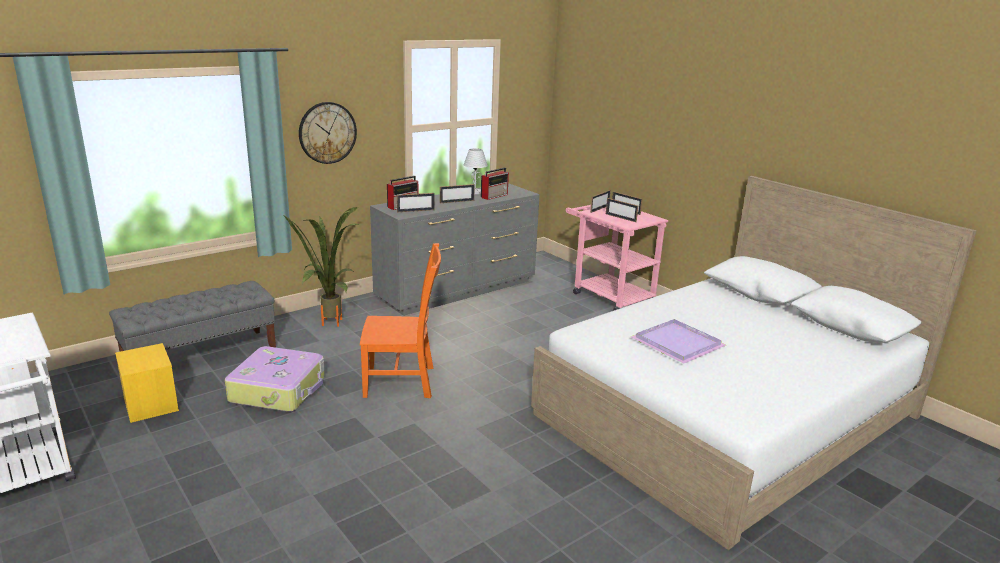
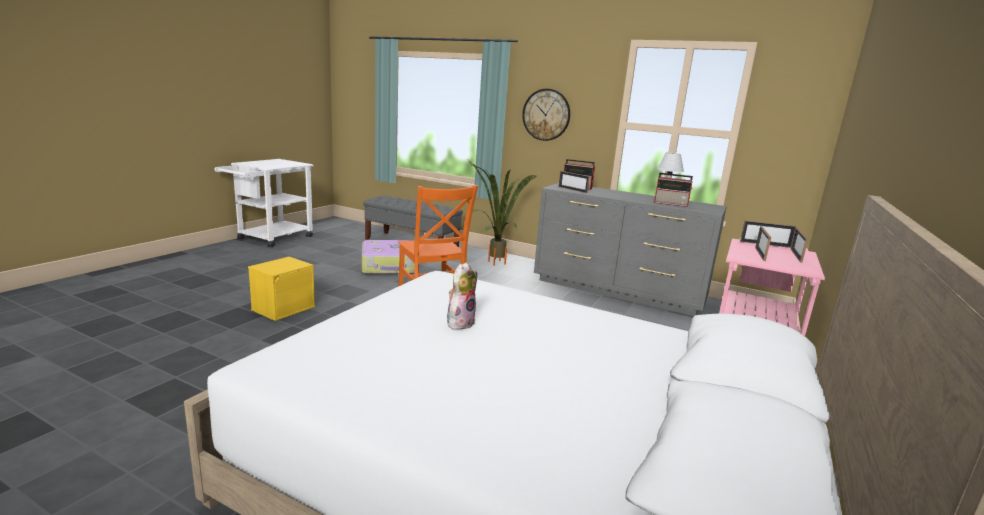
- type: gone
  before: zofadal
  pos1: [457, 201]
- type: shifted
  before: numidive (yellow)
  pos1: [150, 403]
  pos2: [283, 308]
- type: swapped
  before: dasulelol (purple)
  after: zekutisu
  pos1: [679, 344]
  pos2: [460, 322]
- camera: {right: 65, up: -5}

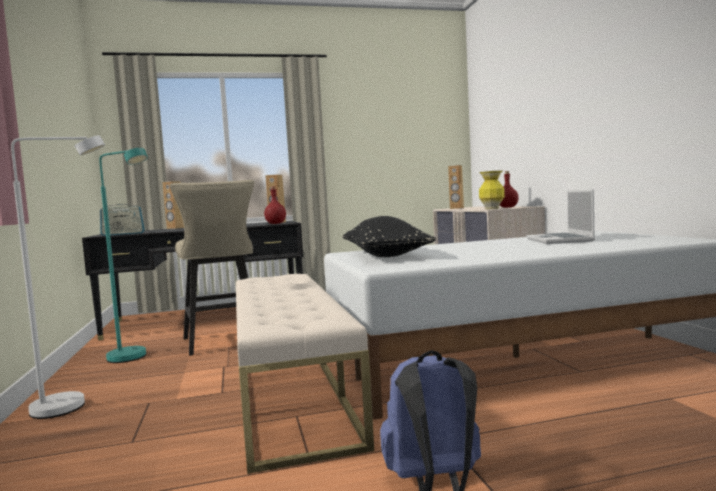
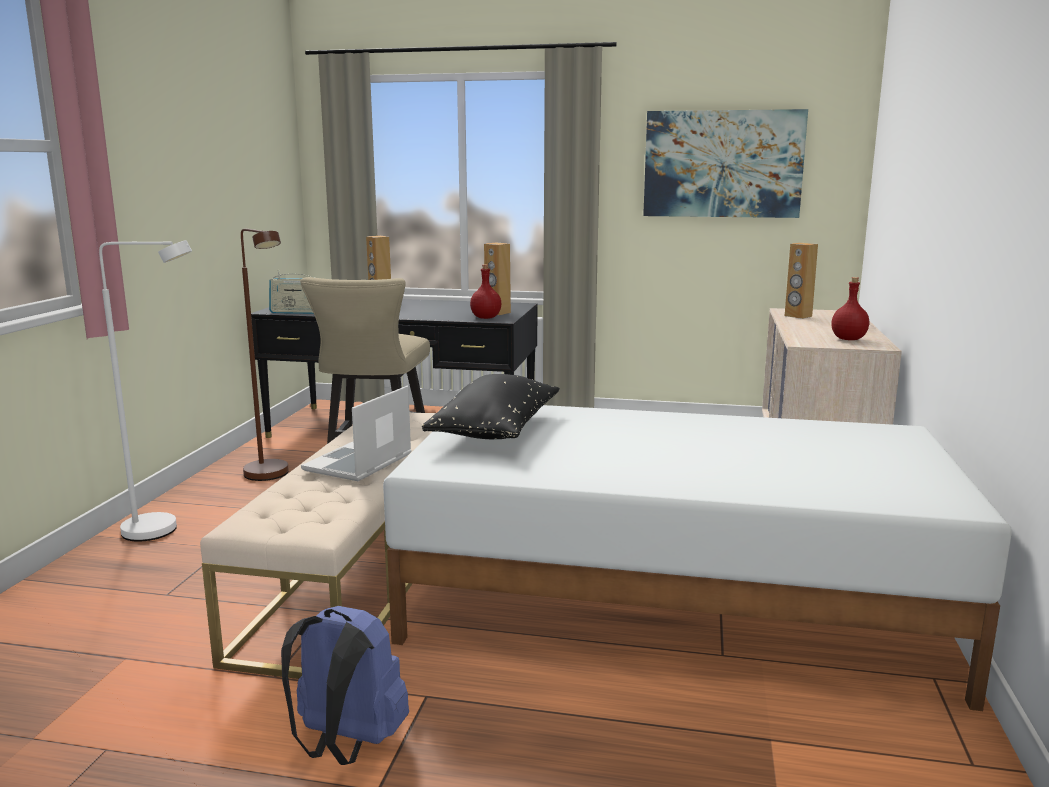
- type: gone
  before: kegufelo
  pos1: [492, 209]
- type: new
  after: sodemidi
  pos2: [722, 164]
- type: shifted
  before: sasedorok
  pos1: [560, 240]
  pos2: [359, 463]
- type: repainted
  before: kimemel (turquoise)
  after: kimemel (brown)
  pos1: [134, 358]
  pos2: [271, 476]
- camera: {right: 25, up: 10}

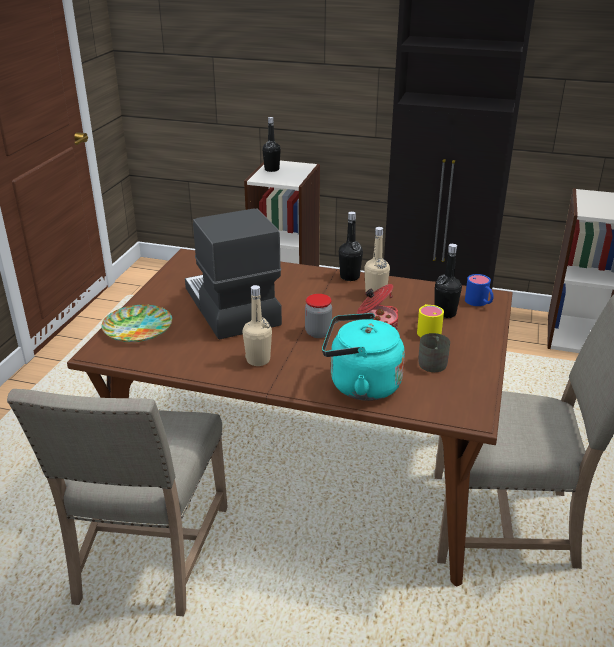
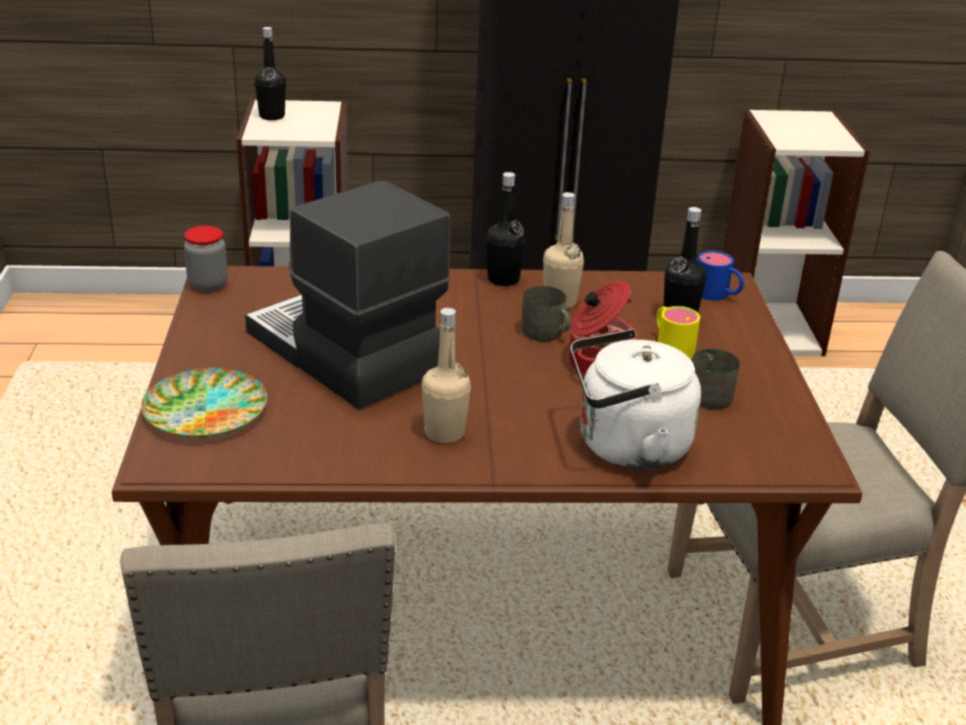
- type: new
  after: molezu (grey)
  pos2: [546, 334]
- type: shifted
  before: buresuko
  pos1: [318, 333]
  pos2: [208, 285]
- type: repainted
  before: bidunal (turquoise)
  after: bidunal (white)
  pos1: [360, 385]
  pos2: [626, 447]
- camera: {right: -20, up: 0}

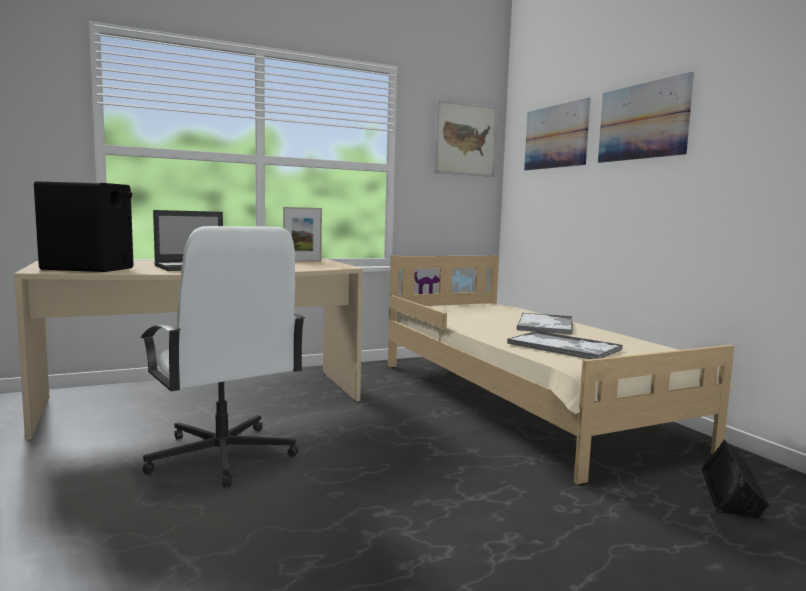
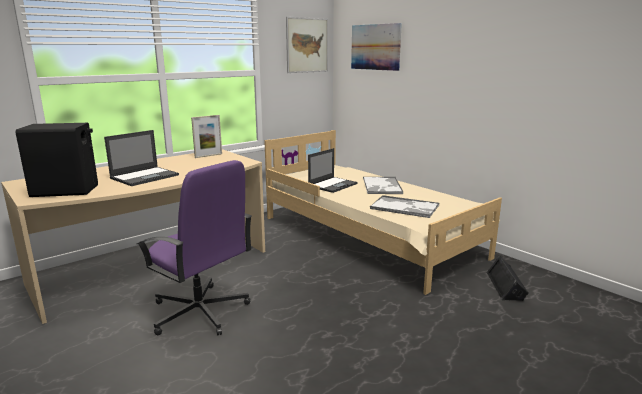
- type: gone
  before: sodemidi
  pos1: [642, 121]
- type: new
  after: sasedorok
  pos2: [333, 185]
- type: repainted
  before: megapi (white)
  after: megapi (purple)
  pos1: [222, 456]
  pos2: [200, 312]
- camera: {right: -15, up: 10}

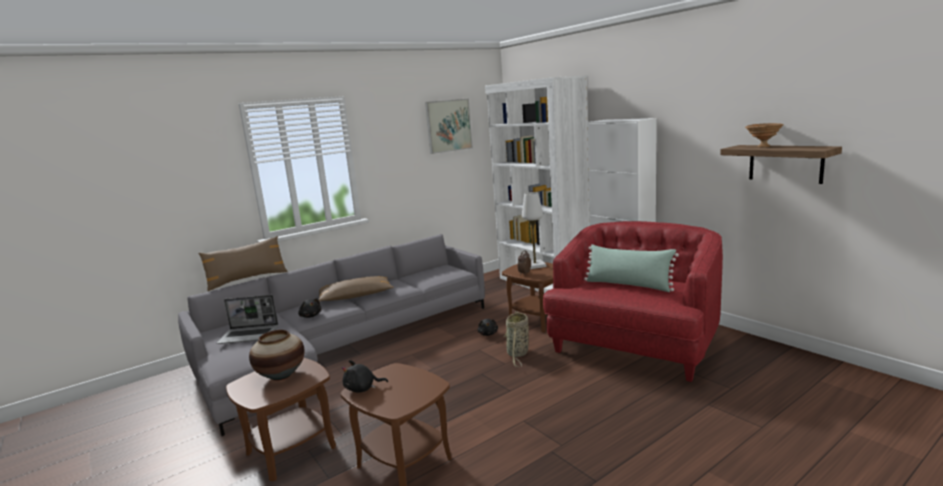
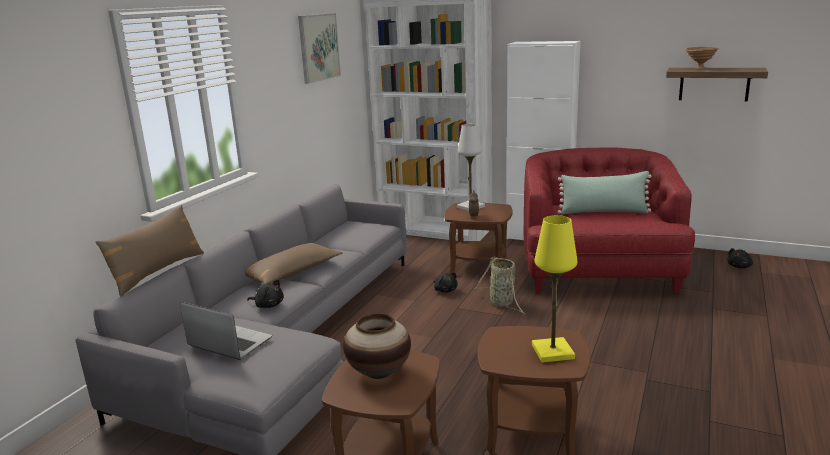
- type: new
  after: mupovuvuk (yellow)
  pos2: [553, 352]
- type: shifted
  before: zekutisu (black)
  pos1: [362, 389]
  pos2: [739, 266]
- type: rotated
  before: sasedorok
  pos1: [250, 335]
  pos2: [228, 343]
  turn: -120
- camera: {right: -30, up: 5}

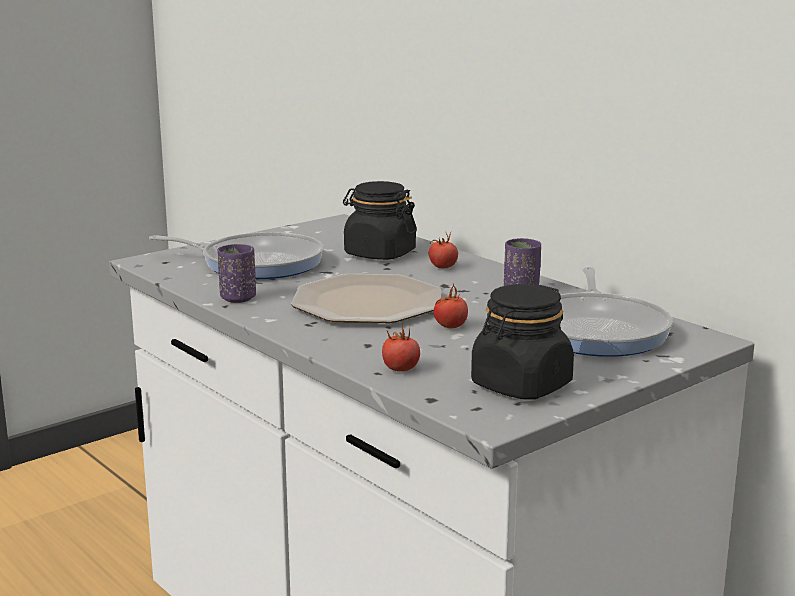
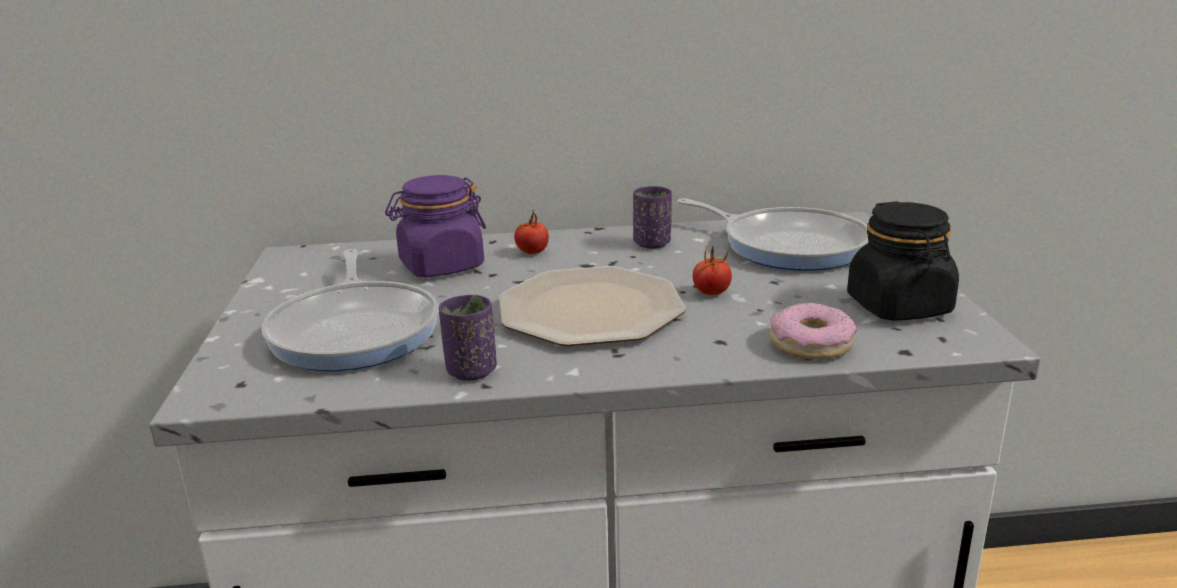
- type: swapped
  before: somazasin
  after: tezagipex
  pos1: [401, 369]
  pos2: [810, 344]
- type: repainted
  before: buresuko (black)
  after: buresuko (purple)
  pos1: [379, 254]
  pos2: [441, 266]
- type: rotated
  before: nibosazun
  pos1: [256, 263]
  pos2: [356, 331]
  turn: 120
- camera: {right: -55, up: 5}

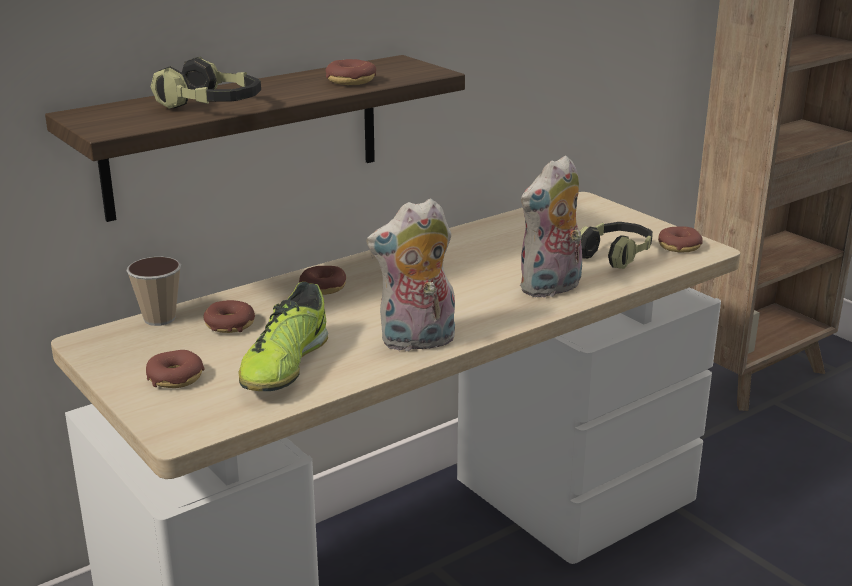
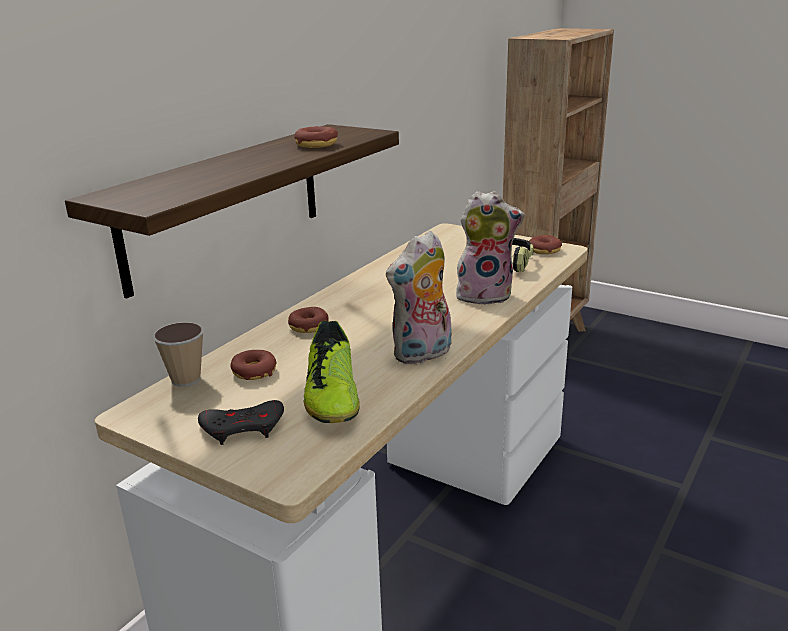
- type: gone
  before: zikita
  pos1: [212, 106]
- type: swapped
  before: tezagipex
  after: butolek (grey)
  pos1: [175, 378]
  pos2: [243, 428]
- type: rotated
  before: zekutisu
  pos1: [551, 288]
  pos2: [485, 295]
  turn: -120
- camera: {right: -20, up: 0}

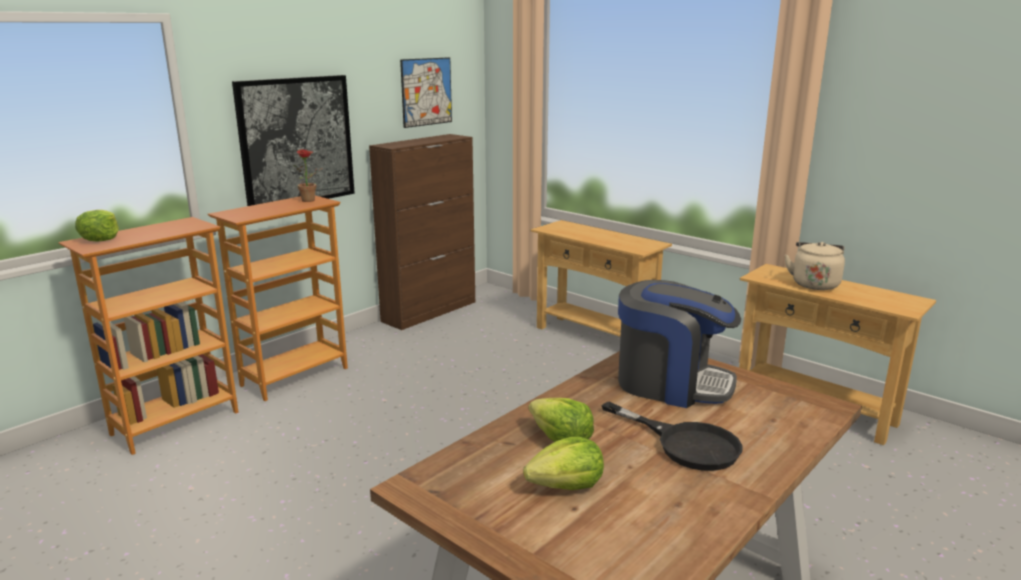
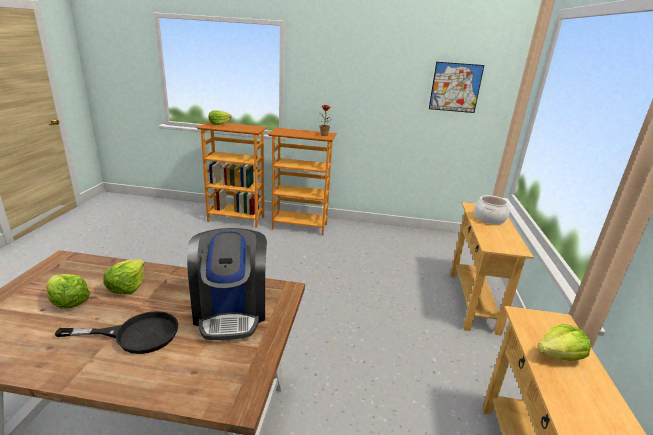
- type: gone
  before: sodemidi
  pos1: [296, 141]
- type: gone
  before: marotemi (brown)
  pos1: [430, 311]
- type: new
  after: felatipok
  pos2: [489, 218]
- type: swapped
  before: bidunal (beige)
  after: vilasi
  pos1: [814, 284]
  pos2: [559, 355]
- type: rotated
  before: nibosazun (black)
  pos1: [685, 443]
  pos2: [136, 334]
  turn: -105
- camera: {right: 55, up: 5}

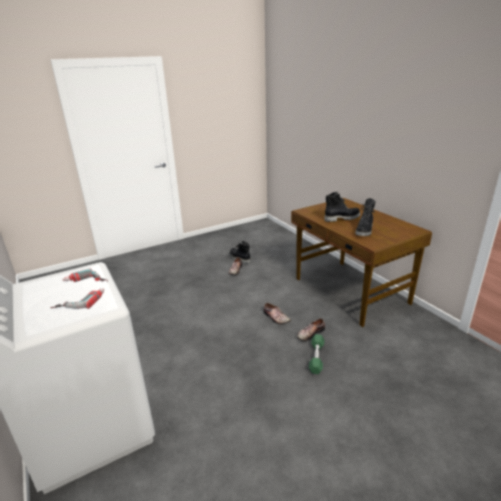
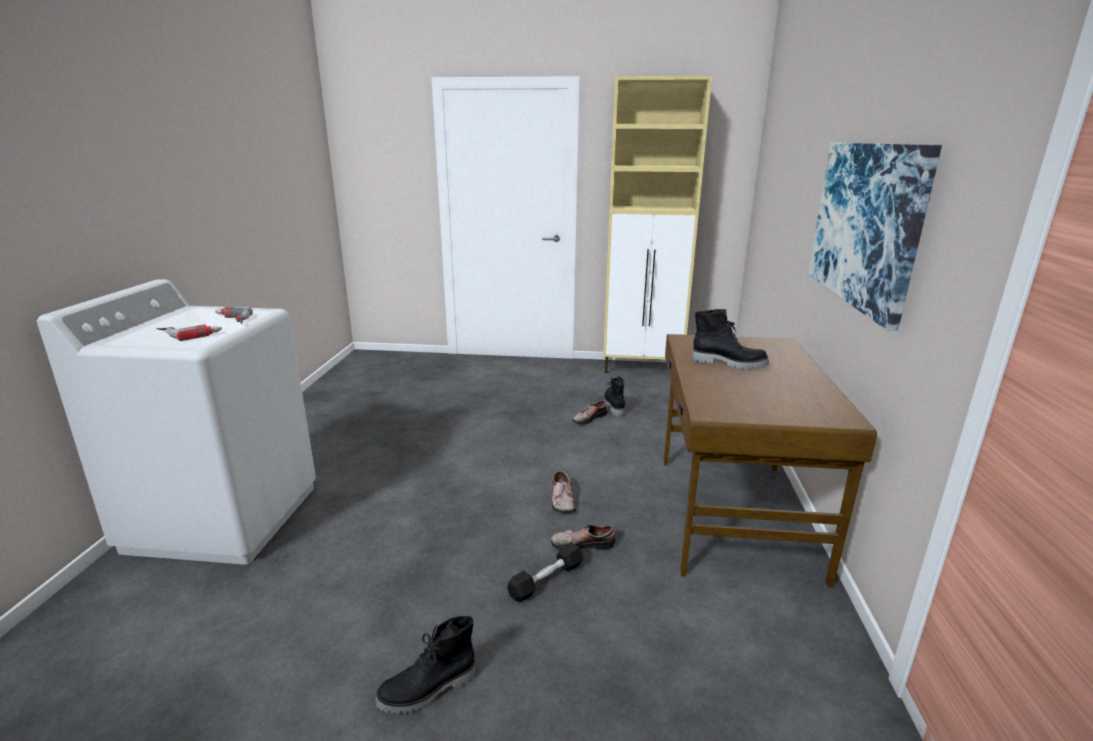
- type: new
  after: marotemi (beige)
  pos2: [642, 369]
- type: new
  after: sodemidi
  pos2: [865, 224]
- type: shifted
  before: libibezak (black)
  pos1: [365, 231]
  pos2: [428, 691]
- type: repainted
  before: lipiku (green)
  after: lipiku (black)
  pos1: [316, 358]
  pos2: [546, 580]
- camera: {right: 35, up: -5}

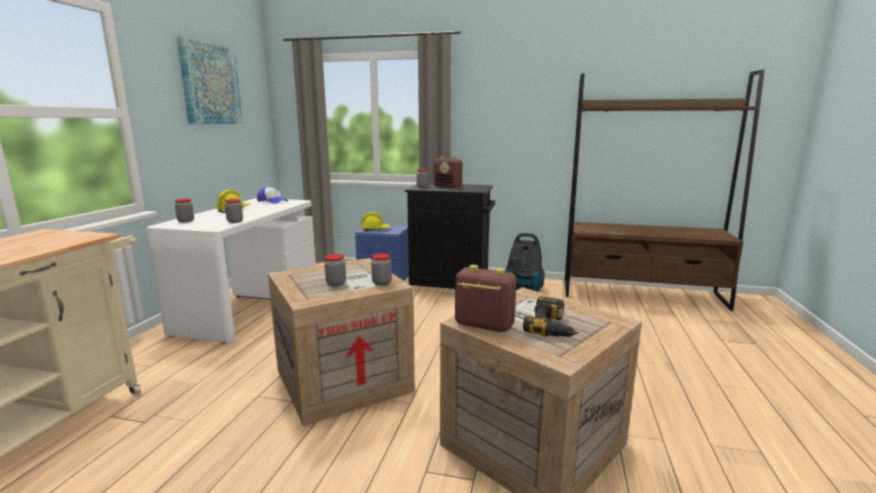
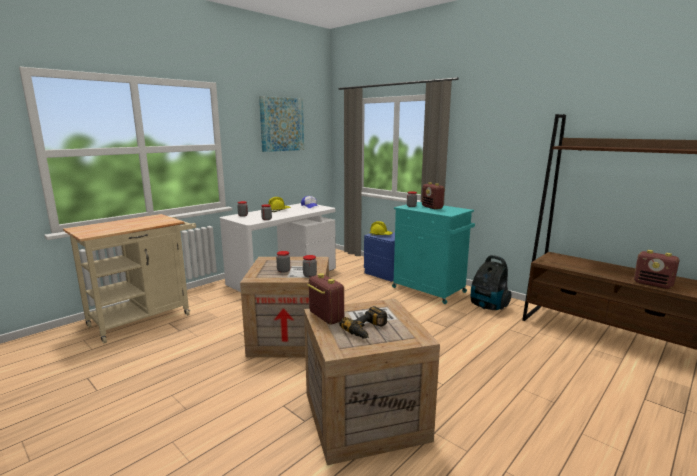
- type: new
  after: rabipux
  pos2: [653, 284]
- type: repainted
  before: marotemi (black)
  after: marotemi (turquoise)
  pos1: [451, 286]
  pos2: [430, 290]
- camera: {right: 30, up: 0}

